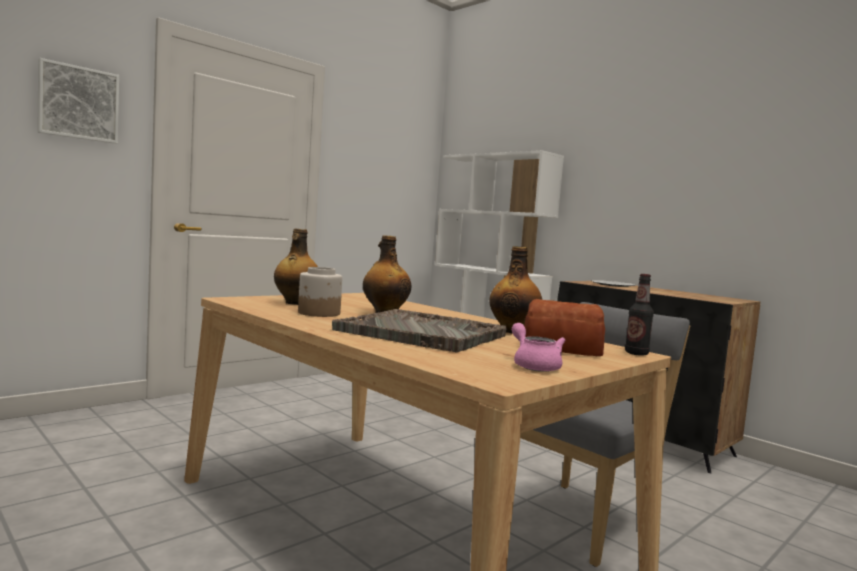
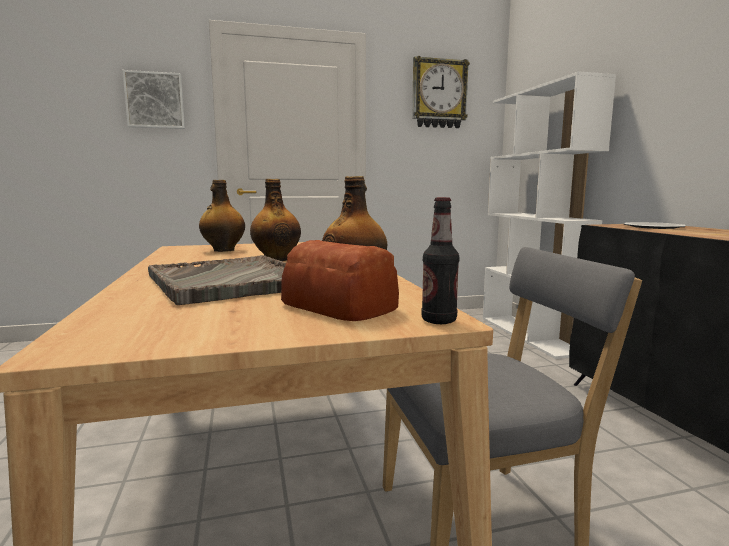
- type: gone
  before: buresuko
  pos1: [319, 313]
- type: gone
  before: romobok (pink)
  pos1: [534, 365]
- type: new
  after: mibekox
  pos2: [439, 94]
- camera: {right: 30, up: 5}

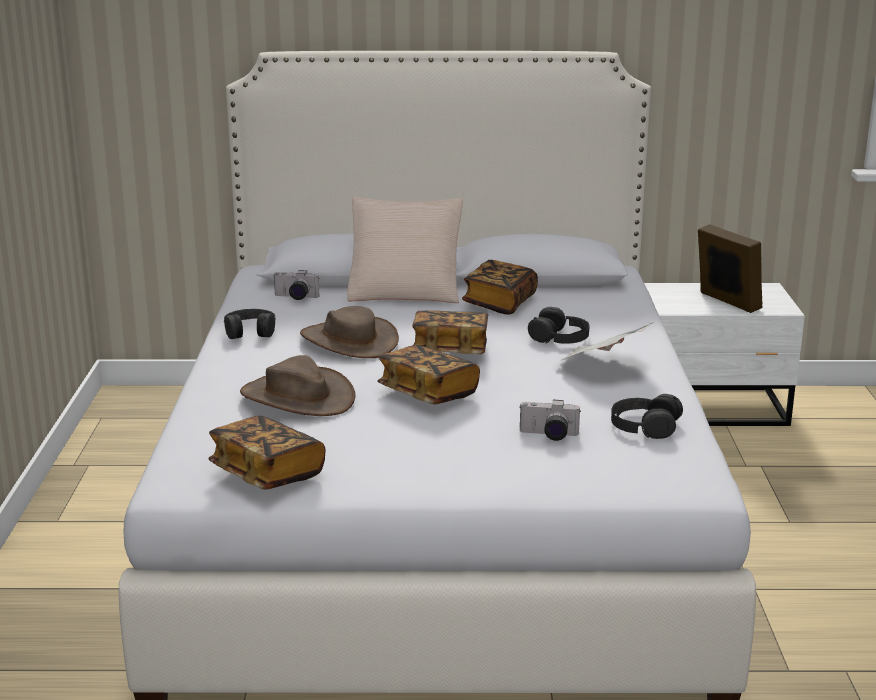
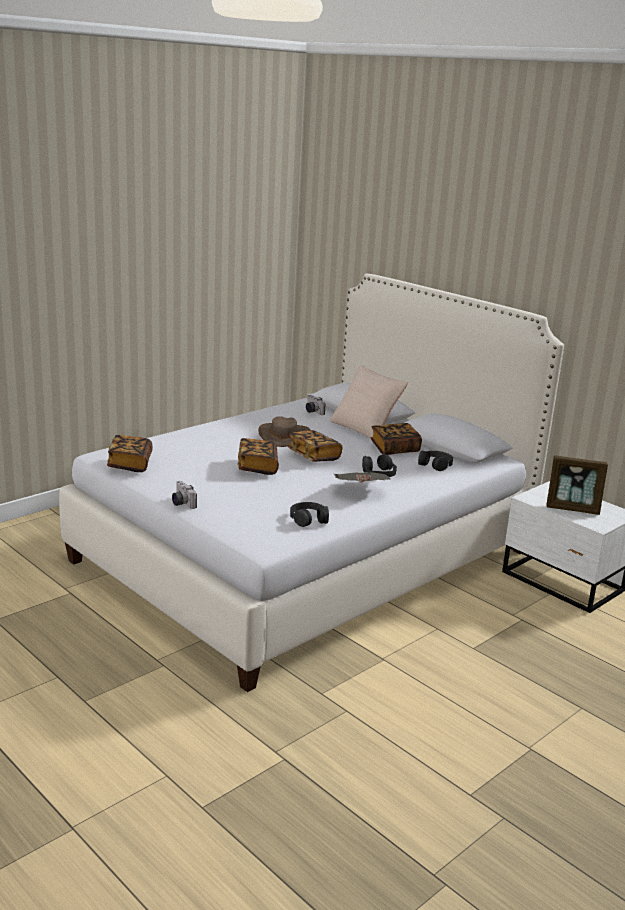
- type: gone
  before: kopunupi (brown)
  pos1: [297, 397]
- type: shifted
  before: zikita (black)
  pos1: [250, 331]
  pos2: [435, 464]
- type: shifted
  before: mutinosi
  pos1: [548, 435]
  pos2: [181, 503]
- type: rotated
  before: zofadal
  pos1: [726, 302]
  pos2: [572, 509]
  turn: 90
- camera: {right: 45, up: 0}

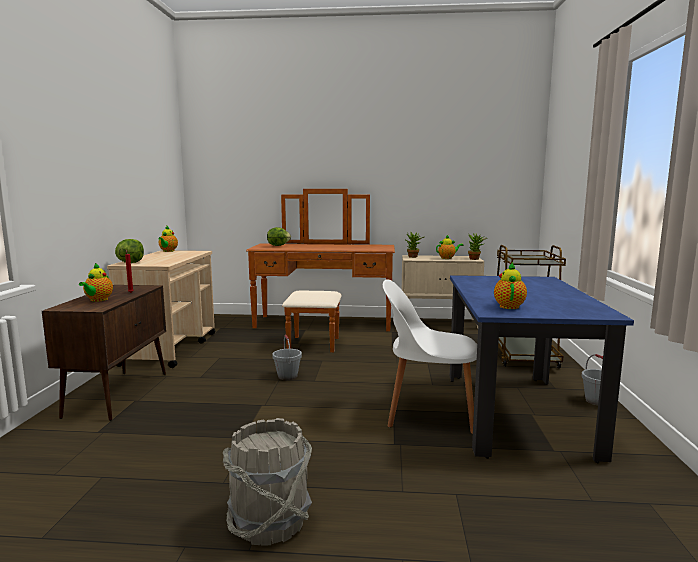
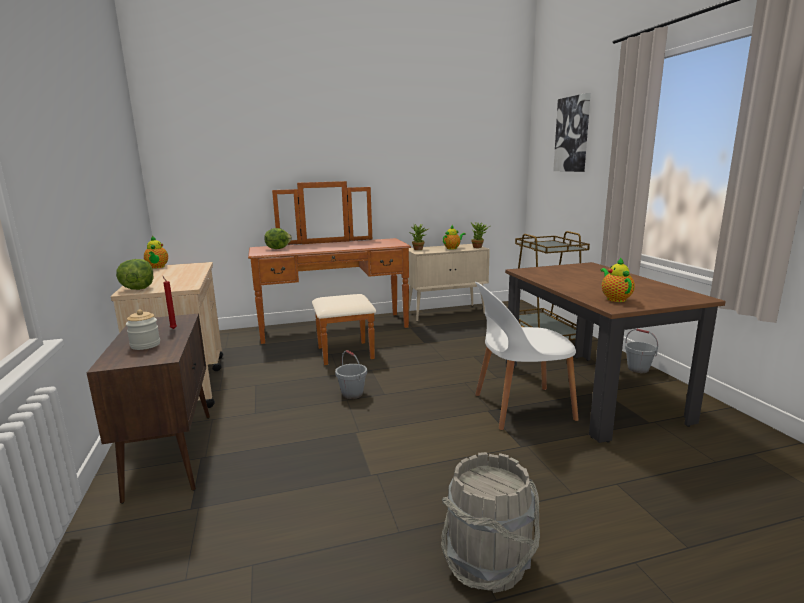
- type: new
  after: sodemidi
  pos2: [572, 134]
- type: swapped
  before: romobok
  after: buresuko
  pos1: [98, 300]
  pos2: [145, 345]
- type: repainted
  before: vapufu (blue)
  after: vapufu (brown)
  pos1: [515, 412]
  pos2: [589, 392]
- camera: {right: -20, up: 5}

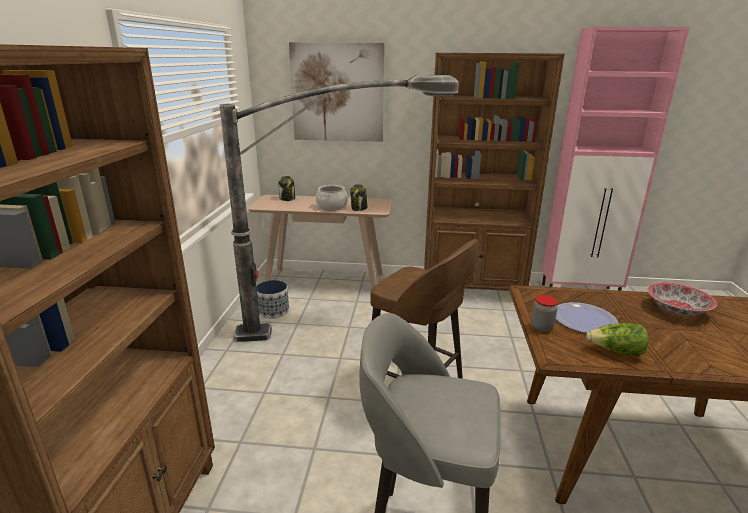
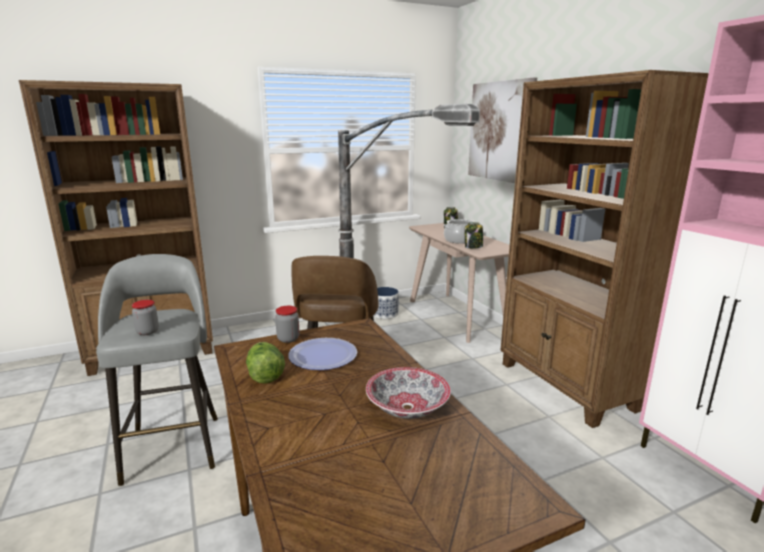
- type: new
  after: buresuko
  pos2: [147, 332]
- camera: {right: 60, up: -5}

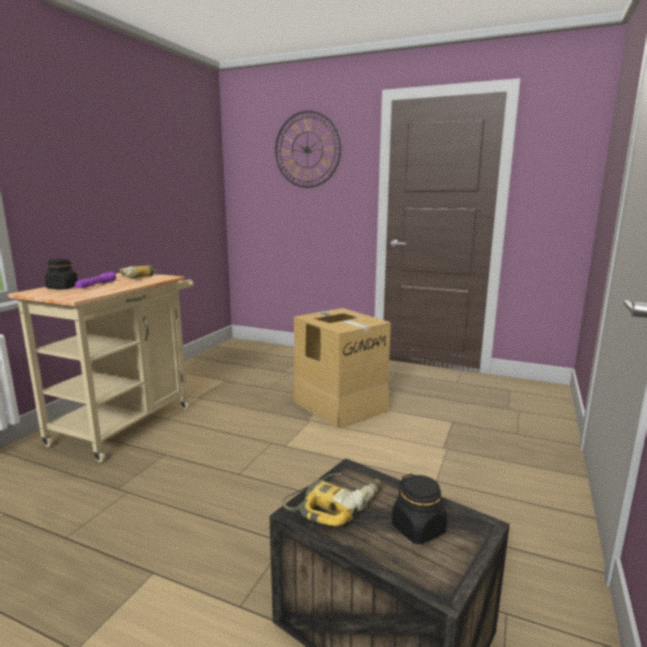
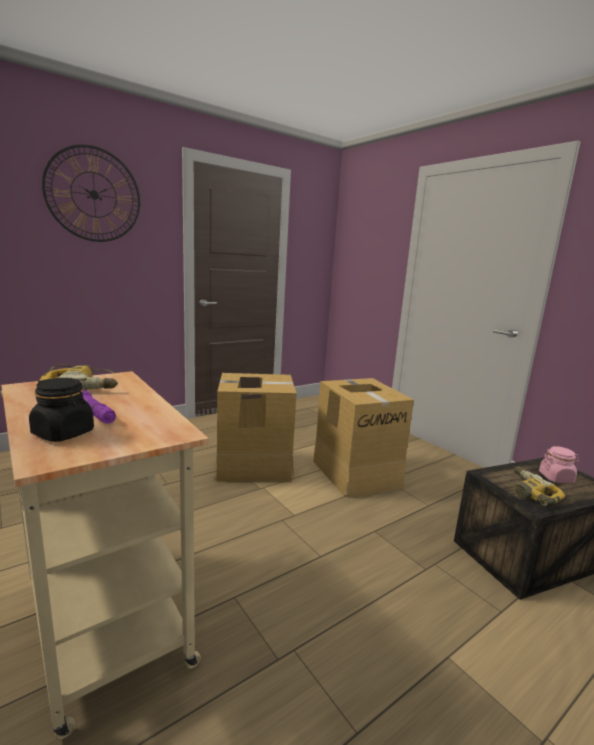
- type: new
  after: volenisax
  pos2: [356, 473]
- type: repainted
  before: buresuko (black)
  after: buresuko (pink)
  pos1: [418, 529]
  pos2: [556, 478]
- camera: {right: -60, up: 0}

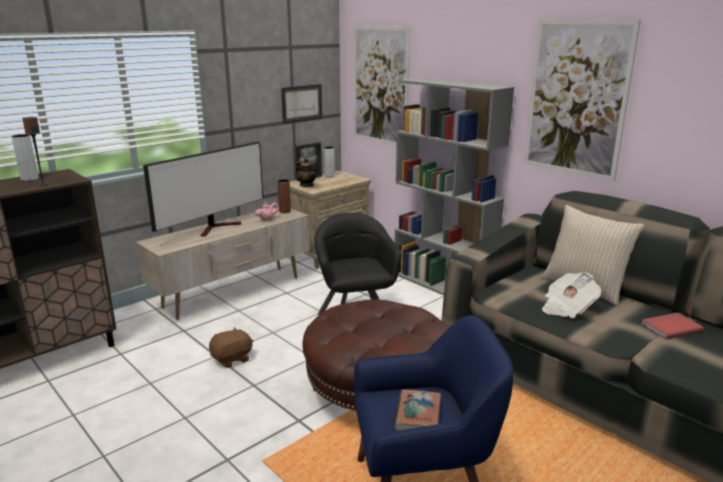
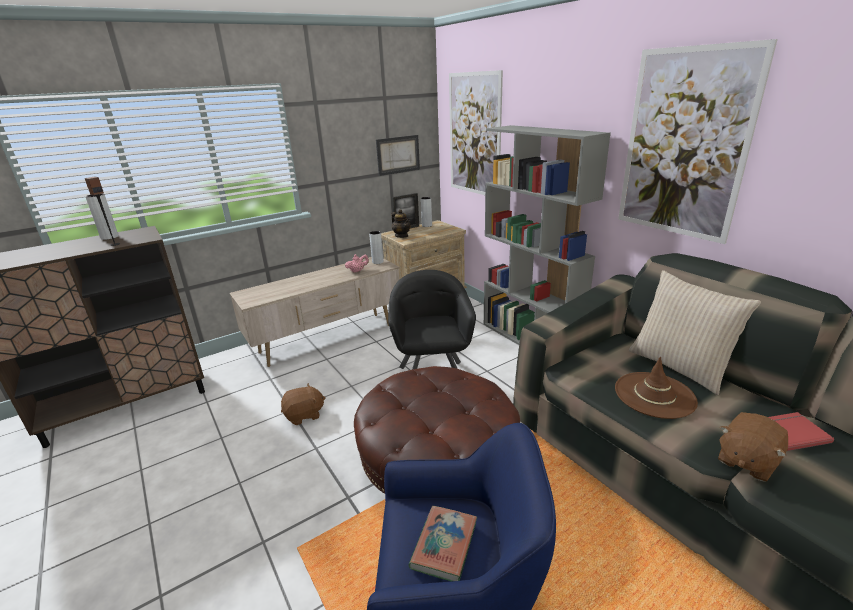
- type: gone
  before: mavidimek
  pos1: [217, 227]
- type: new
  after: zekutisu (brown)
  pos2: [746, 461]
- type: swapped
  before: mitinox
  after: kopunupi (brown)
  pos1: [567, 308]
  pos2: [654, 395]
- type: repainted
  before: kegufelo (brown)
  after: kegufelo (grey)
  pos1: [285, 211]
  pos2: [377, 262]
- camera: {right: 10, up: 5}

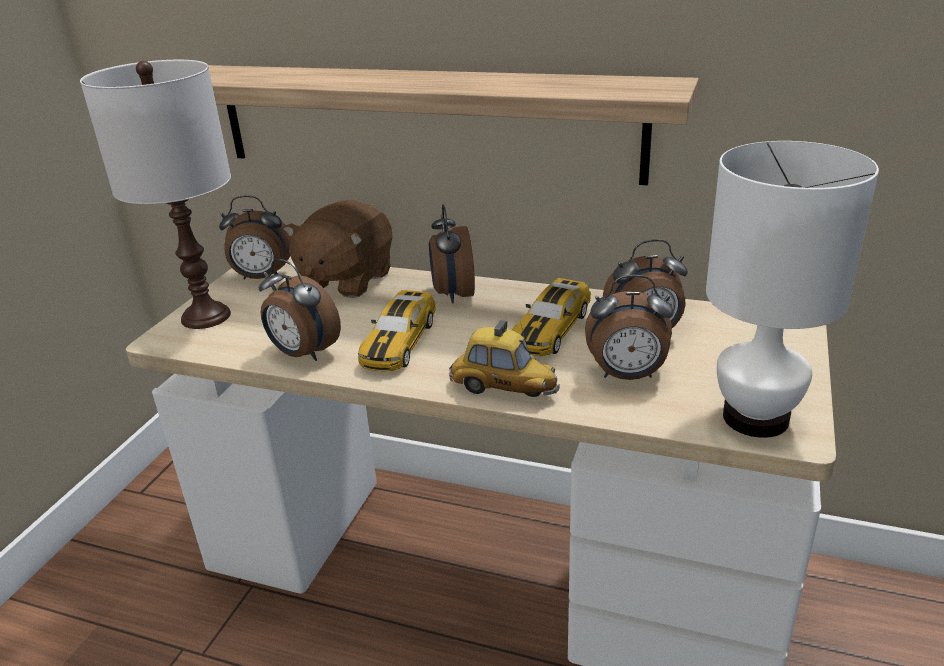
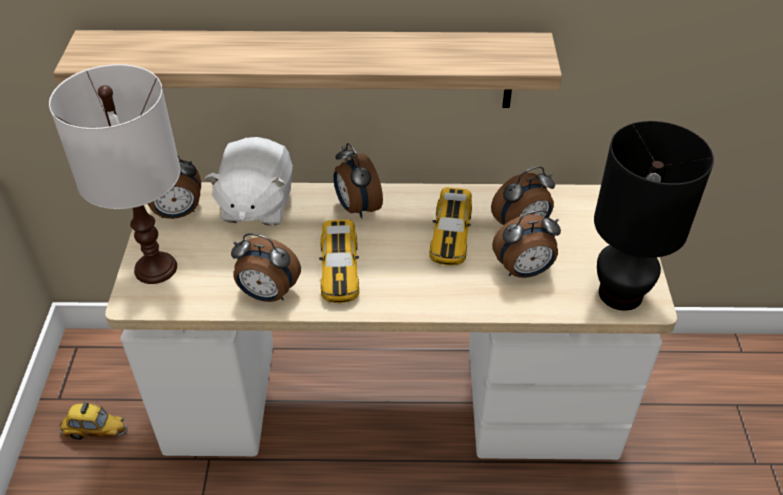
- type: shifted
  before: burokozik
  pos1: [503, 389]
  pos2: [95, 431]
- type: repainted
  before: zekutisu (brown)
  after: zekutisu (white)
  pos1: [345, 280]
  pos2: [256, 205]
- type: repainted
  before: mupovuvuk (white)
  after: mupovuvuk (black)
  pos1: [756, 417]
  pos2: [620, 293]
- camera: {right: -20, up: 15}

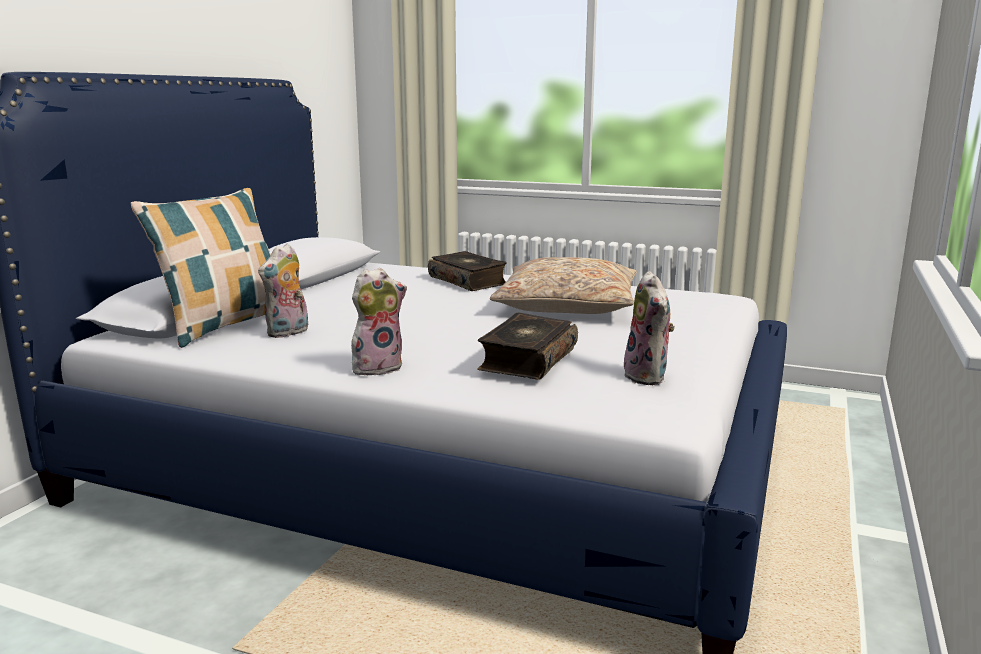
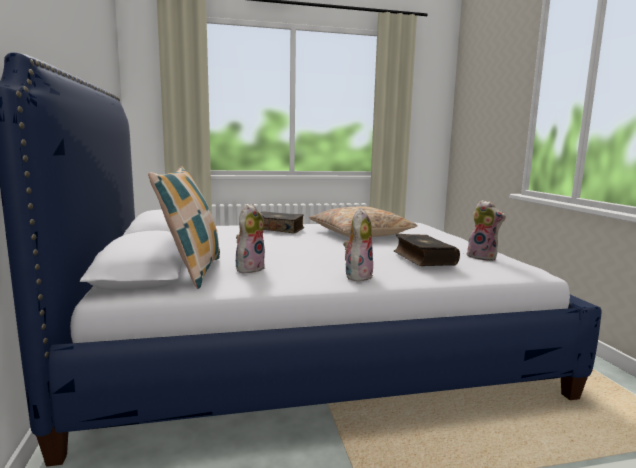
- type: rotated
  before: zekutisu
  pos1: [288, 333]
  pos2: [249, 268]
  turn: -150
- camera: {right: -35, up: -5}

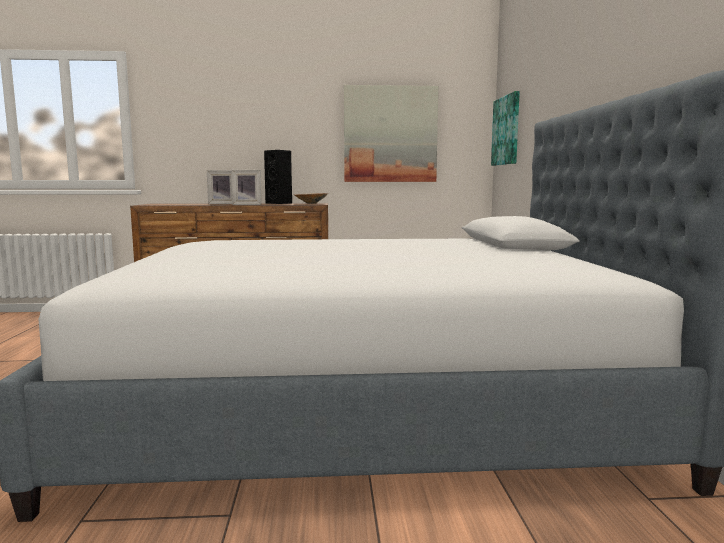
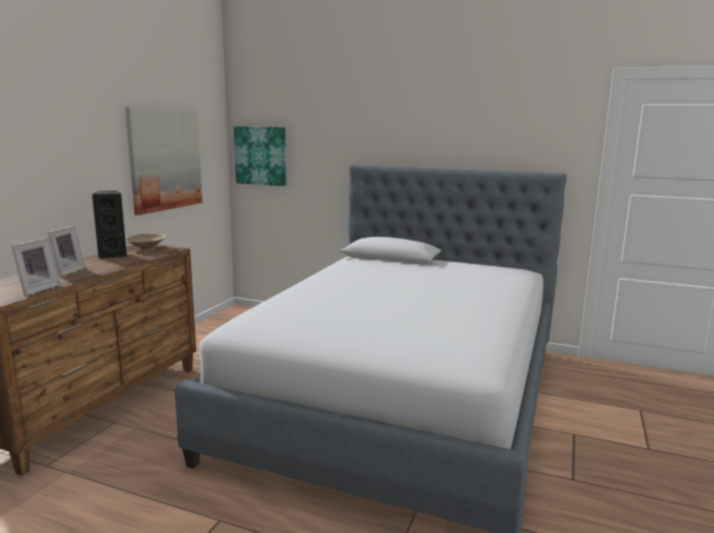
- type: shifted
  before: zofadal
  pos1: [247, 204]
  pos2: [36, 289]
- camera: {right: -65, up: 5}

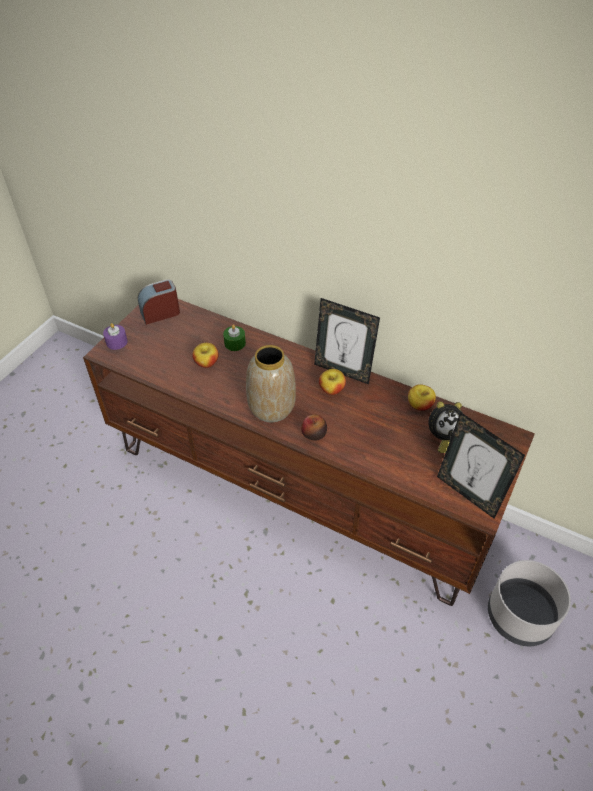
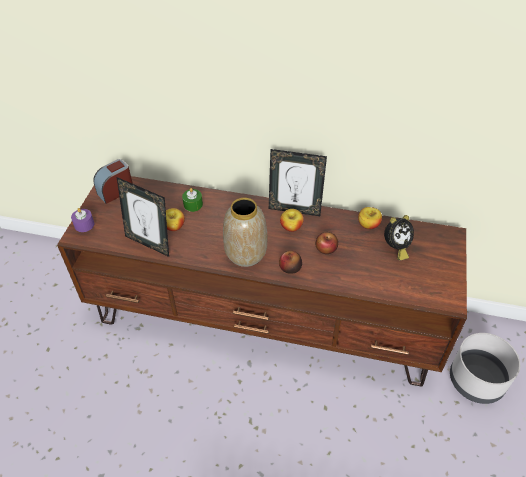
- type: new
  after: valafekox
  pos2: [326, 249]
- type: shifted
  before: zofadal
  pos1: [468, 493]
  pos2: [149, 243]
- camera: {right: -15, up: 0}

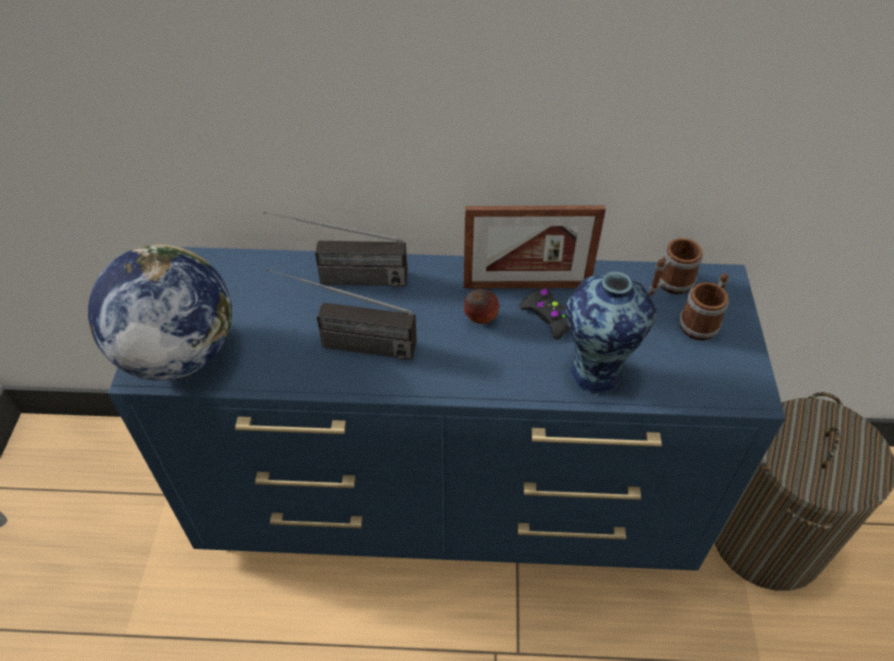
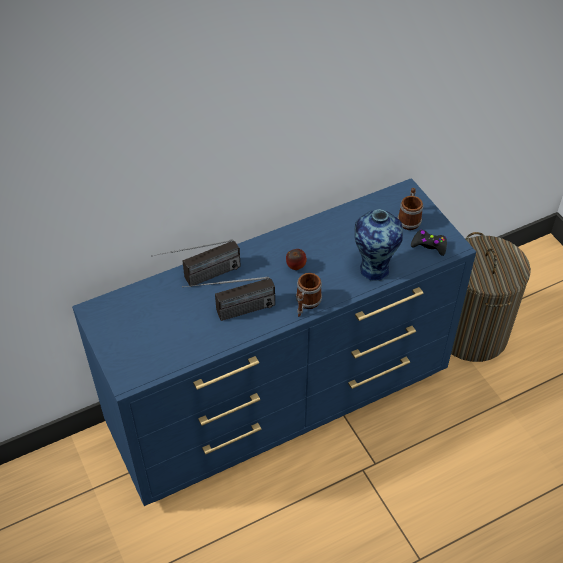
- type: gone
  before: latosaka
  pos1: [178, 354]
- type: gone
  before: zofadal
  pos1: [526, 286]
- type: shifted
  before: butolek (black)
  pos1: [548, 317]
  pos2: [429, 245]
- type: shifted
  before: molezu
  pos1: [668, 285]
  pos2: [306, 304]
- camera: {right: -30, up: 0}

